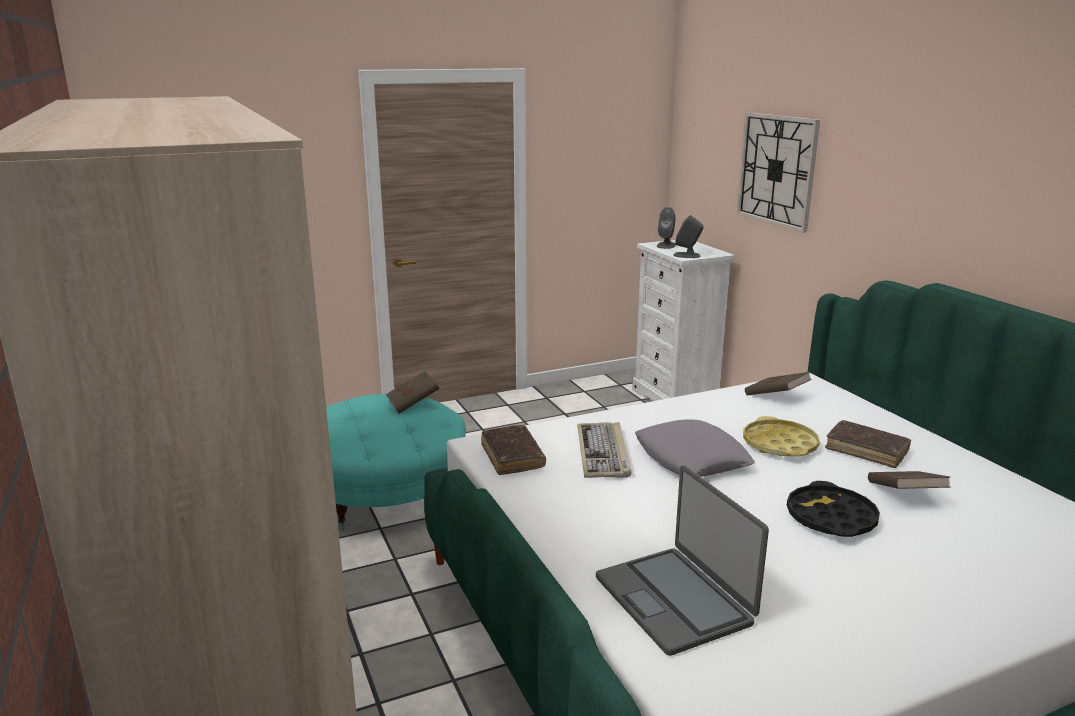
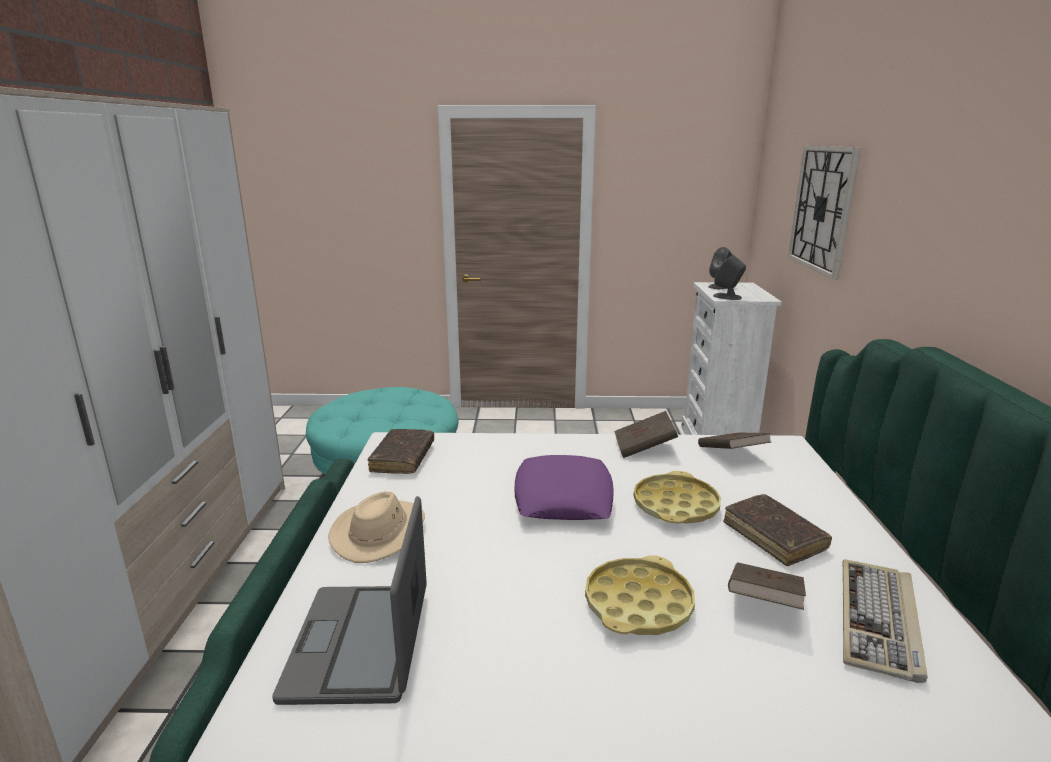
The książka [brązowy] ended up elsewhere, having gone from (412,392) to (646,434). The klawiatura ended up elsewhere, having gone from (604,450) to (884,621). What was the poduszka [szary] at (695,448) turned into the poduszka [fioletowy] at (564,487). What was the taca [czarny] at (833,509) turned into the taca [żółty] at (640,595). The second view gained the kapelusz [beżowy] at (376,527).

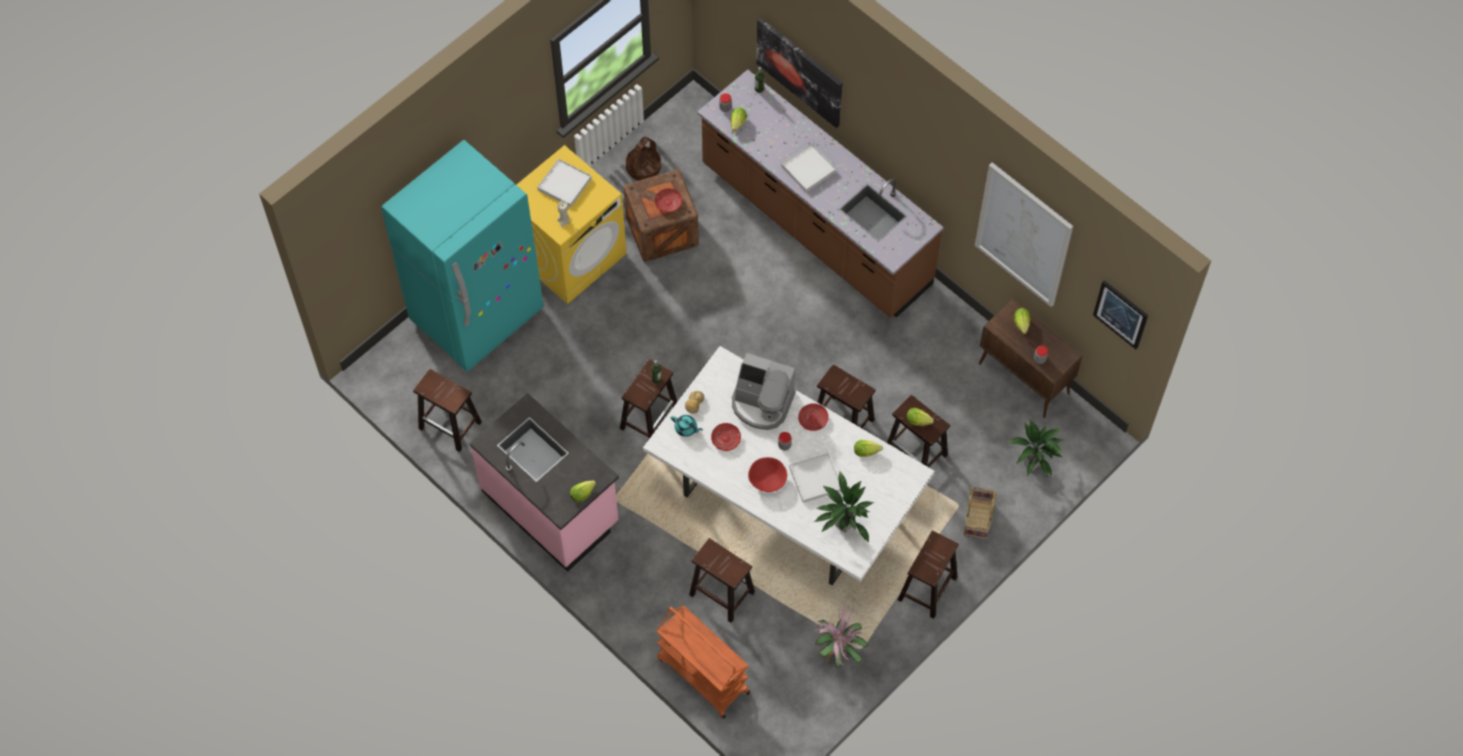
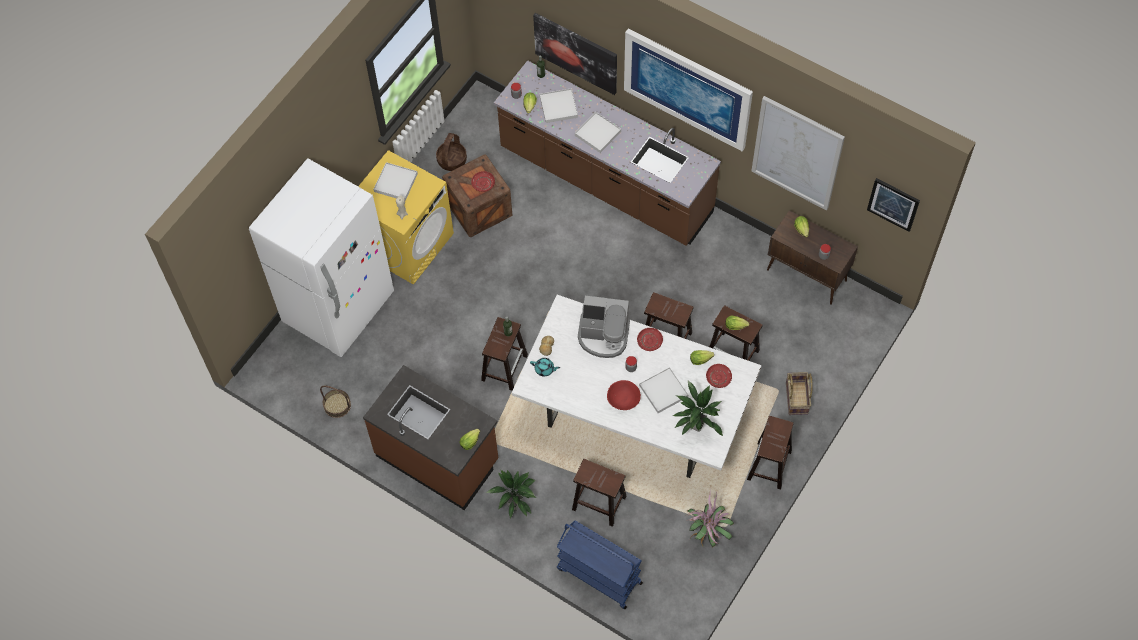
What was the lodówka [turkusowy] at (462,256) turned into the lodówka [biały] at (321,258). Where the stołek [brązowy] stood at (447,410), the koszyk came to stand at (335,402). What was the zabudowa kuchenna [różowy] at (544,482) turned into the zabudowa kuchenna [brązowy] at (430,437). What was the wózek [pomarańczowy] at (703,662) turned into the wózek [niebieski] at (600,565). The talerz [czerwony] ended up elsewhere, having gone from (726,437) to (719,376). The roślina doniczkowa ended up elsewhere, having gone from (1036,447) to (511,494). The second view gained the taca [biały] at (559,105). The second view gained the obraz at (688,90).

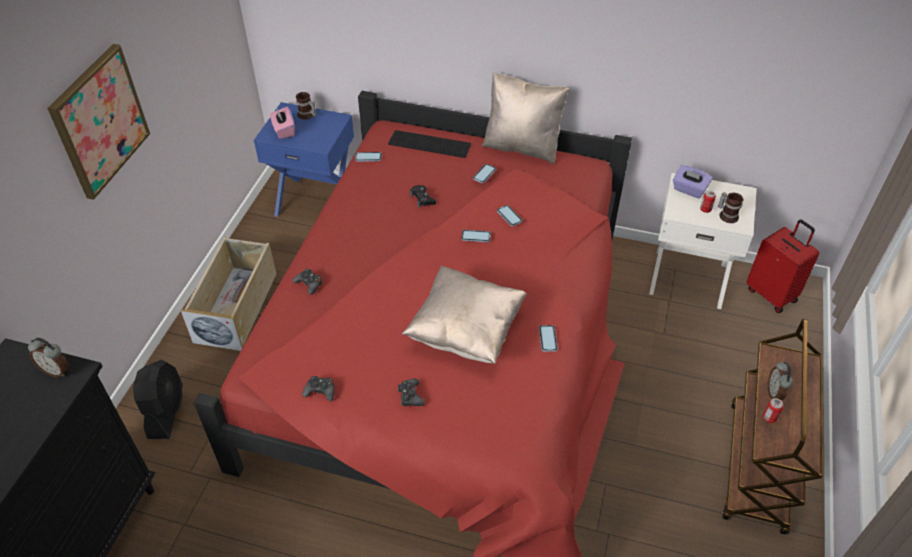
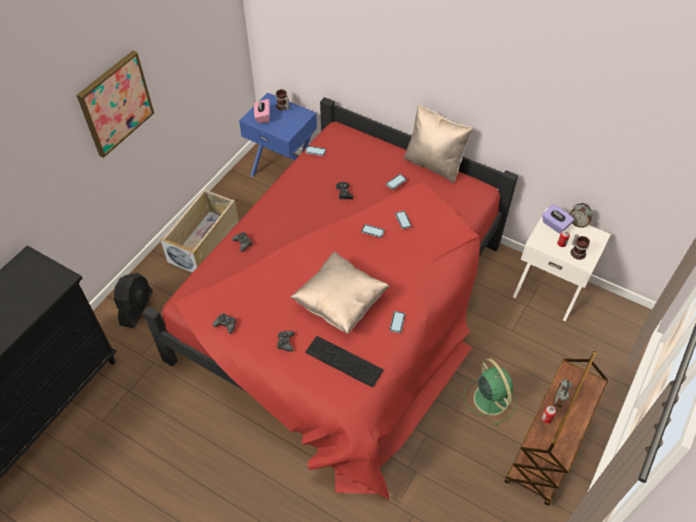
The budzik ended up elsewhere, having gone from (48,357) to (581,215). The klawiatura ended up elsewhere, having gone from (429,144) to (344,362). The second view lost the walizka [czerwony] at (783,266). The second view gained the wentylator [zielony] at (489,391).

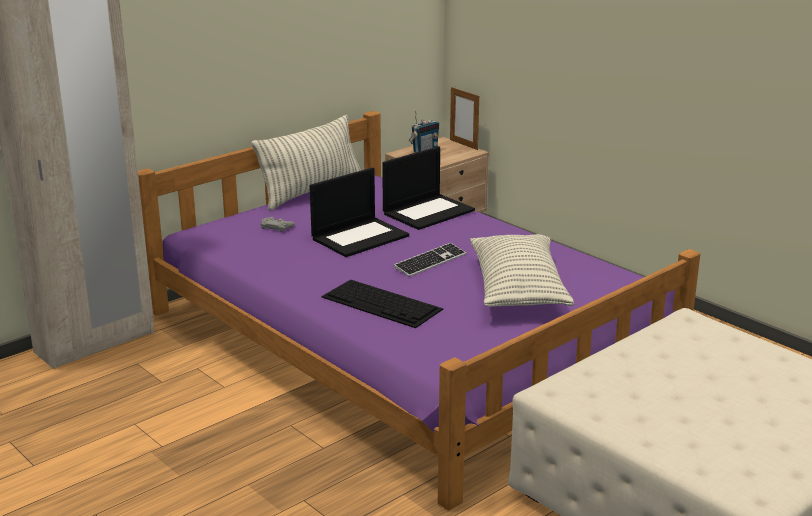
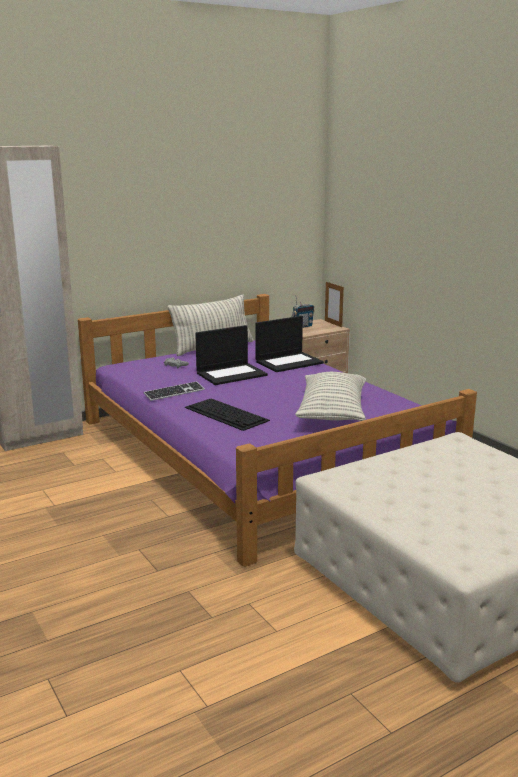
The klawiatura ended up elsewhere, having gone from (430,260) to (174,391).

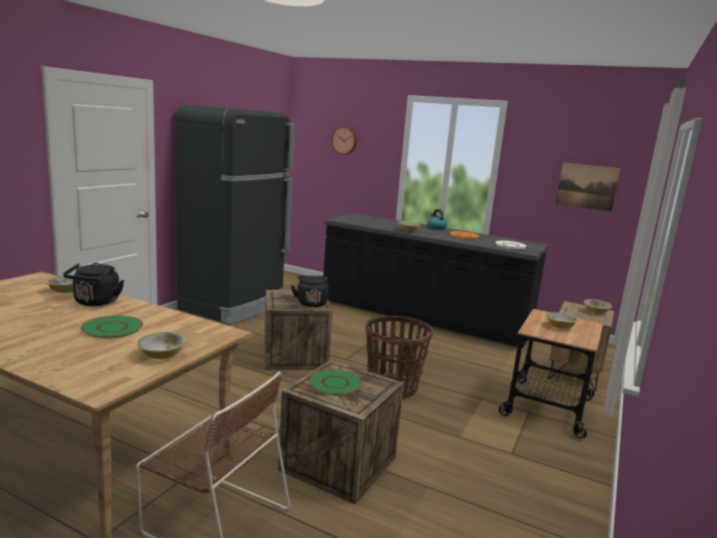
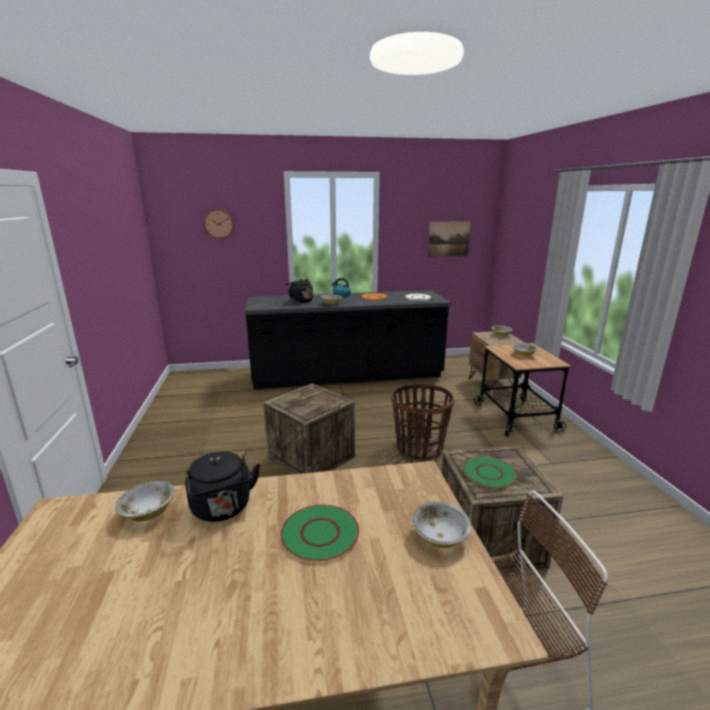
The second view lost the lodówka [czarny] at (235,214). The czajnik [czarny] ended up elsewhere, having gone from (310,291) to (299,291).

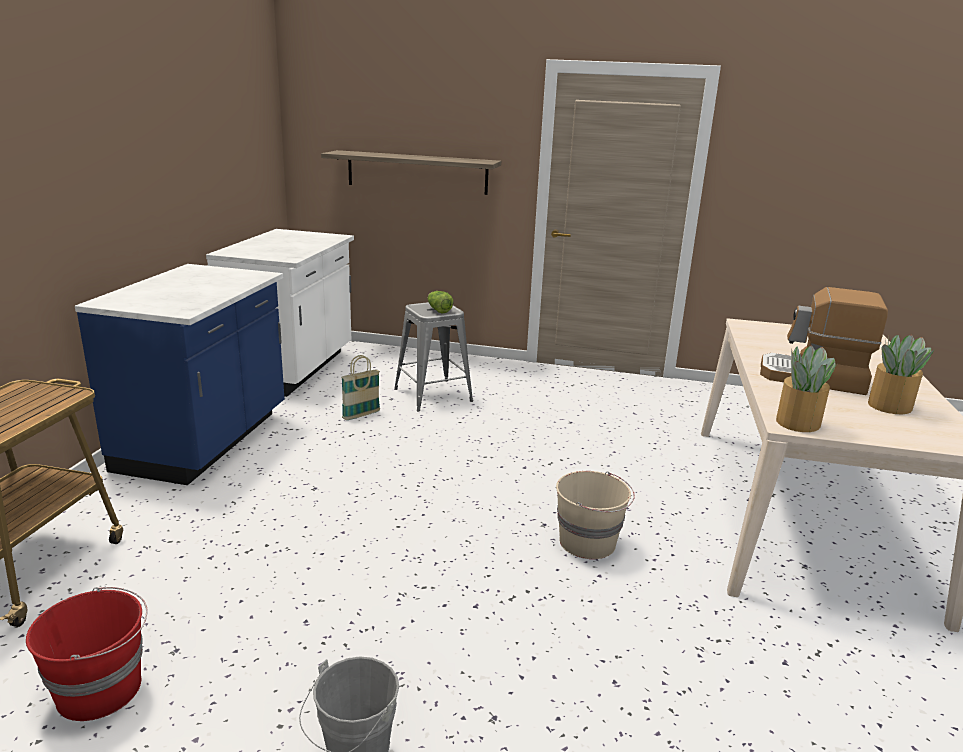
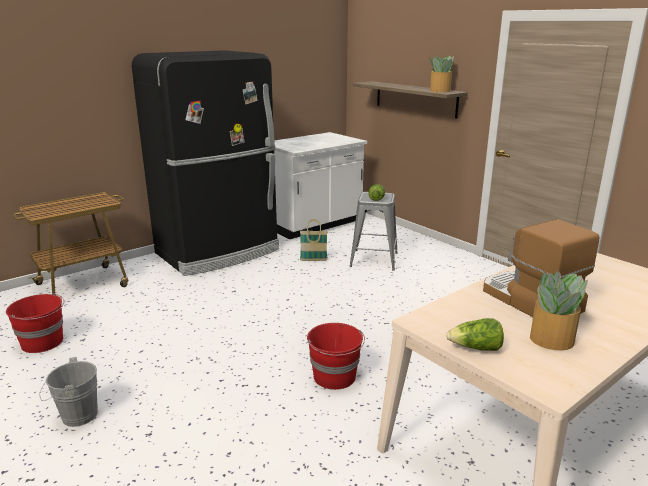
Where the zabudowa kuchenna [niebieski] stood at (180,374), the lodówka [czarny] came to stand at (205,163). What was the wiadro [beżowy] at (595,515) turned into the wiadro [czerwony] at (336,356). The roślina doniczkowa ended up elsewhere, having gone from (807,388) to (441,74). The second view gained the sałata at (475,334).

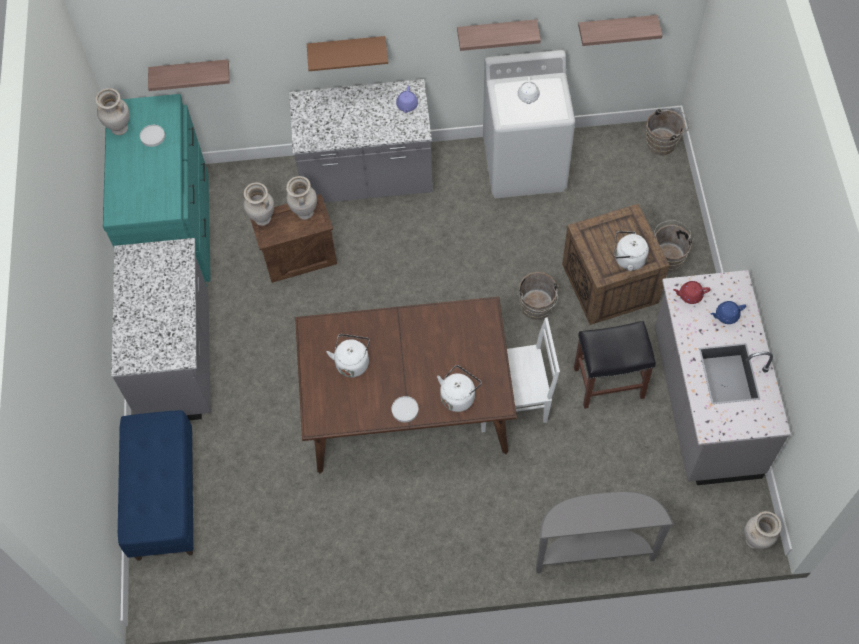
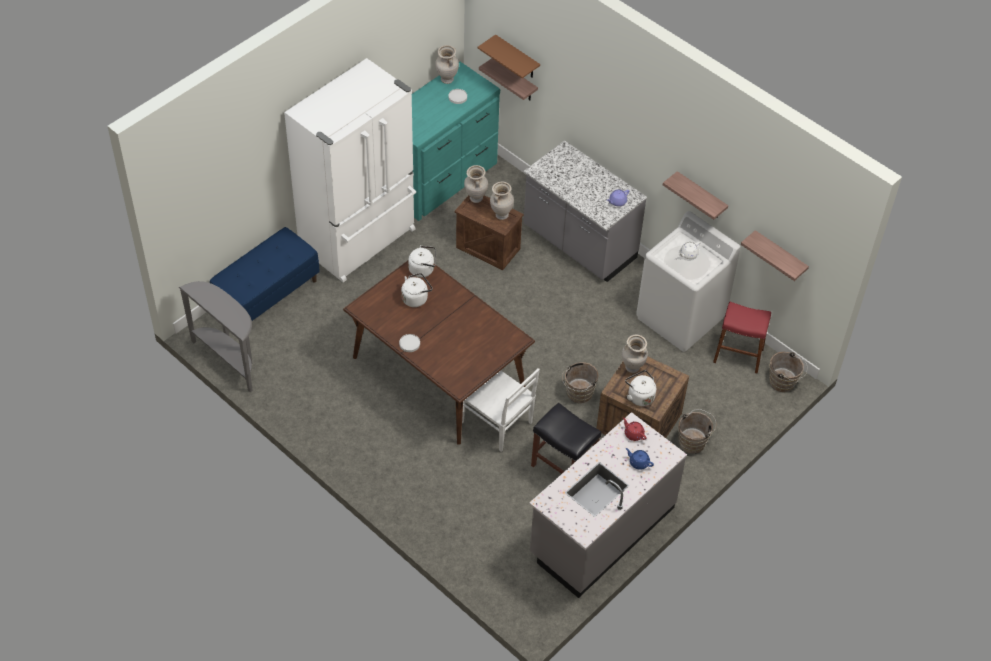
Where the zabudowa kuchenna [szary] stood at (161,329), the lodówka [biały] came to stand at (350,170). The półka [brązowy] ended up elsewhere, having gone from (347,53) to (509,56). The czajnik [biały] ended up elsewhere, having gone from (459,388) to (422,261). The stolik konsolowy [szary] ended up elsewhere, having gone from (605,532) to (216,336). The wazon [beżowy] ended up elsewhere, having gone from (763,530) to (635,354). The second view gained the stołek [czerwony] at (742,338).

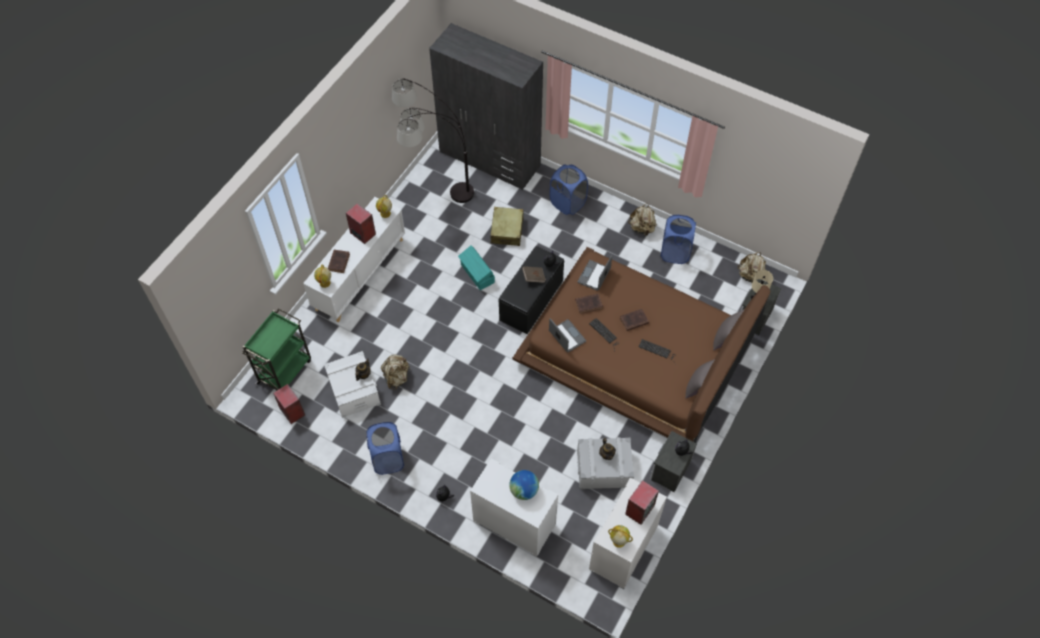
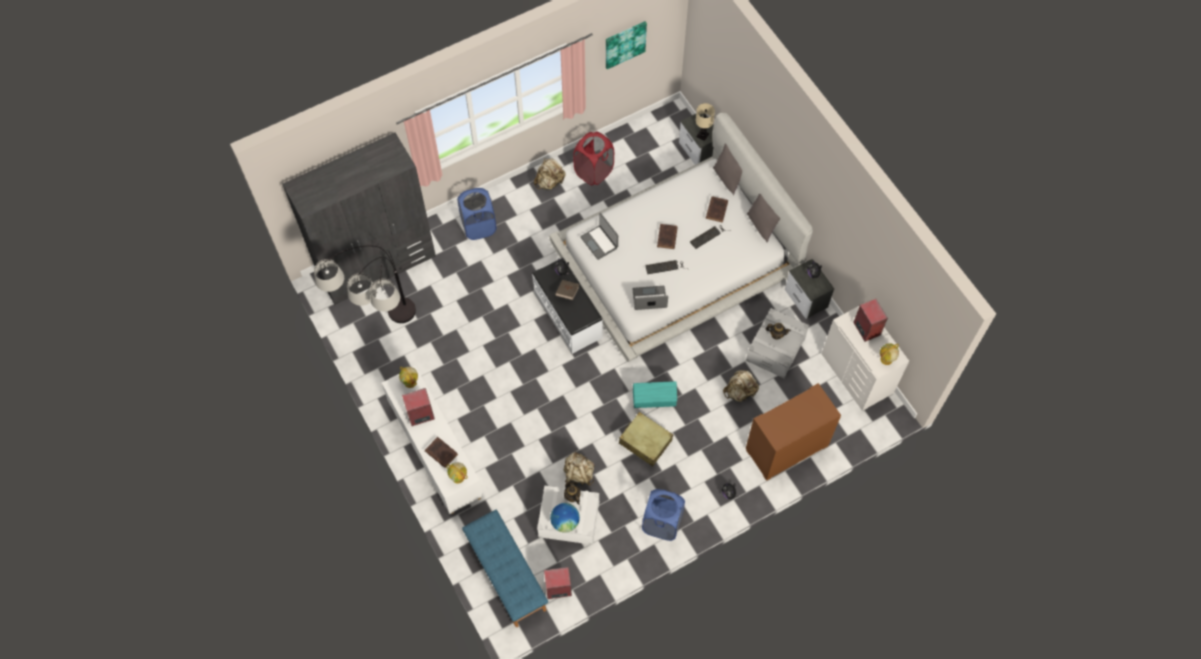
Where the wózek [zielony] stood at (276,349), the ławka [niebieski] came to stand at (505,568). The pojemnik do przechowywania [turkusowy] ended up elsewhere, having gone from (476,267) to (655,394). What was the komoda [biały] at (514,507) turned into the komoda [brązowy] at (793,432). The walizka [beżowy] ended up elsewhere, having gone from (507,226) to (646,439). What was the ławka [czarny] at (531,290) turned into the ławka [biały] at (567,306). The globus ended up elsewhere, having gone from (524,485) to (565,518). What was the łóżko [brązowy] at (641,345) turned into the łóżko [biały] at (681,237). The książka [brązowy] ended up elsewhere, having gone from (589,304) to (717,209). What was the kosz na pranie [niebieski] at (678,239) turned into the kosz na pranie [czerwony] at (593,158). The plecak [beżowy] ended up elsewhere, having gone from (752,267) to (741,386). The second view gained the obraz at (626,45).

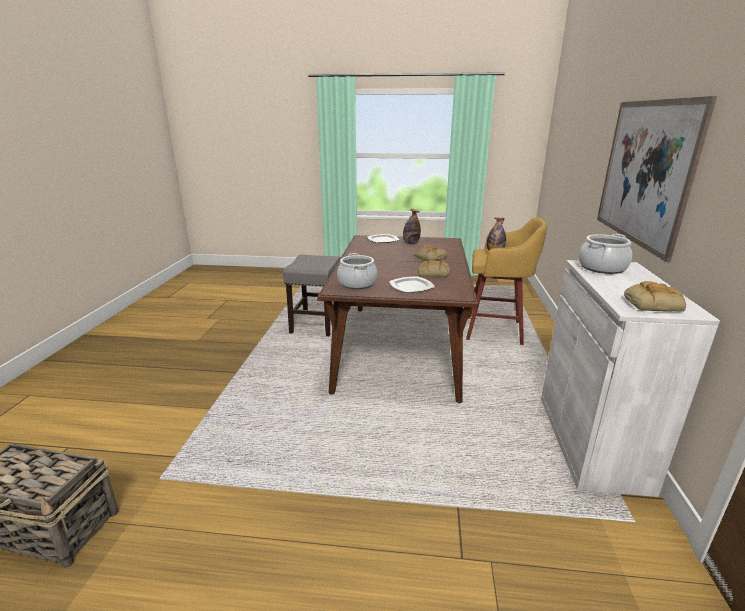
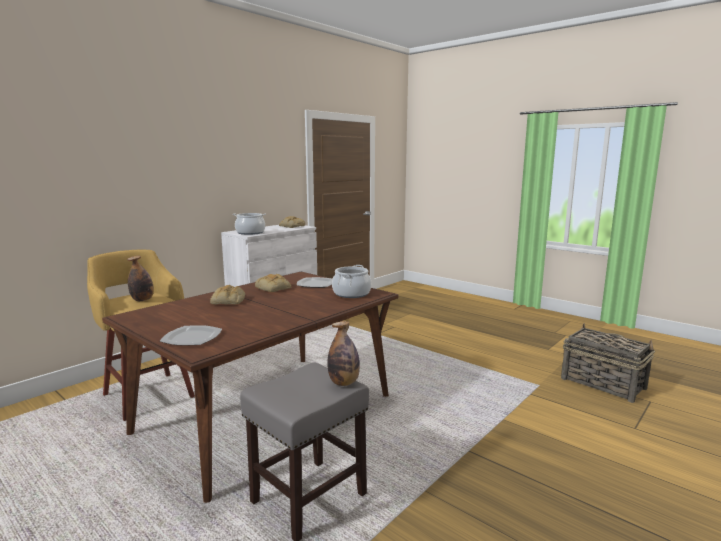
The butelka ended up elsewhere, having gone from (412,226) to (344,353). The second view lost the obraz at (657,179).

